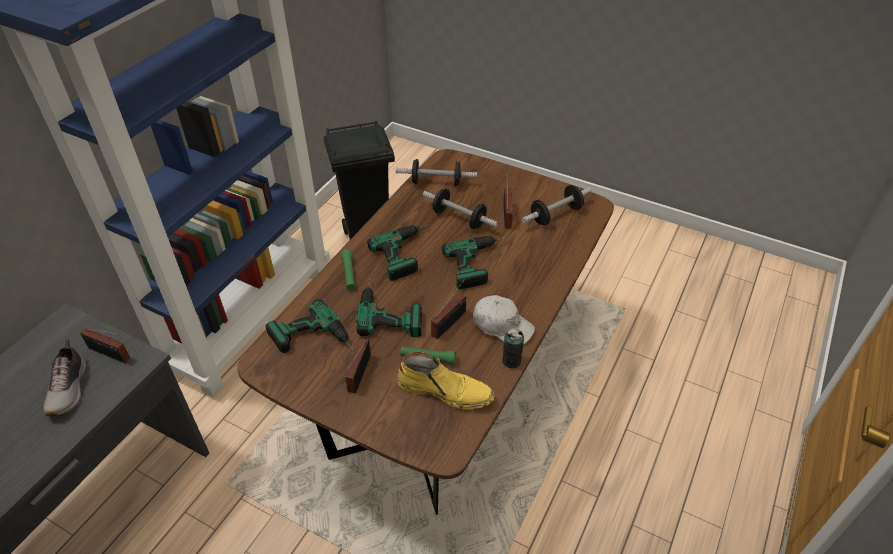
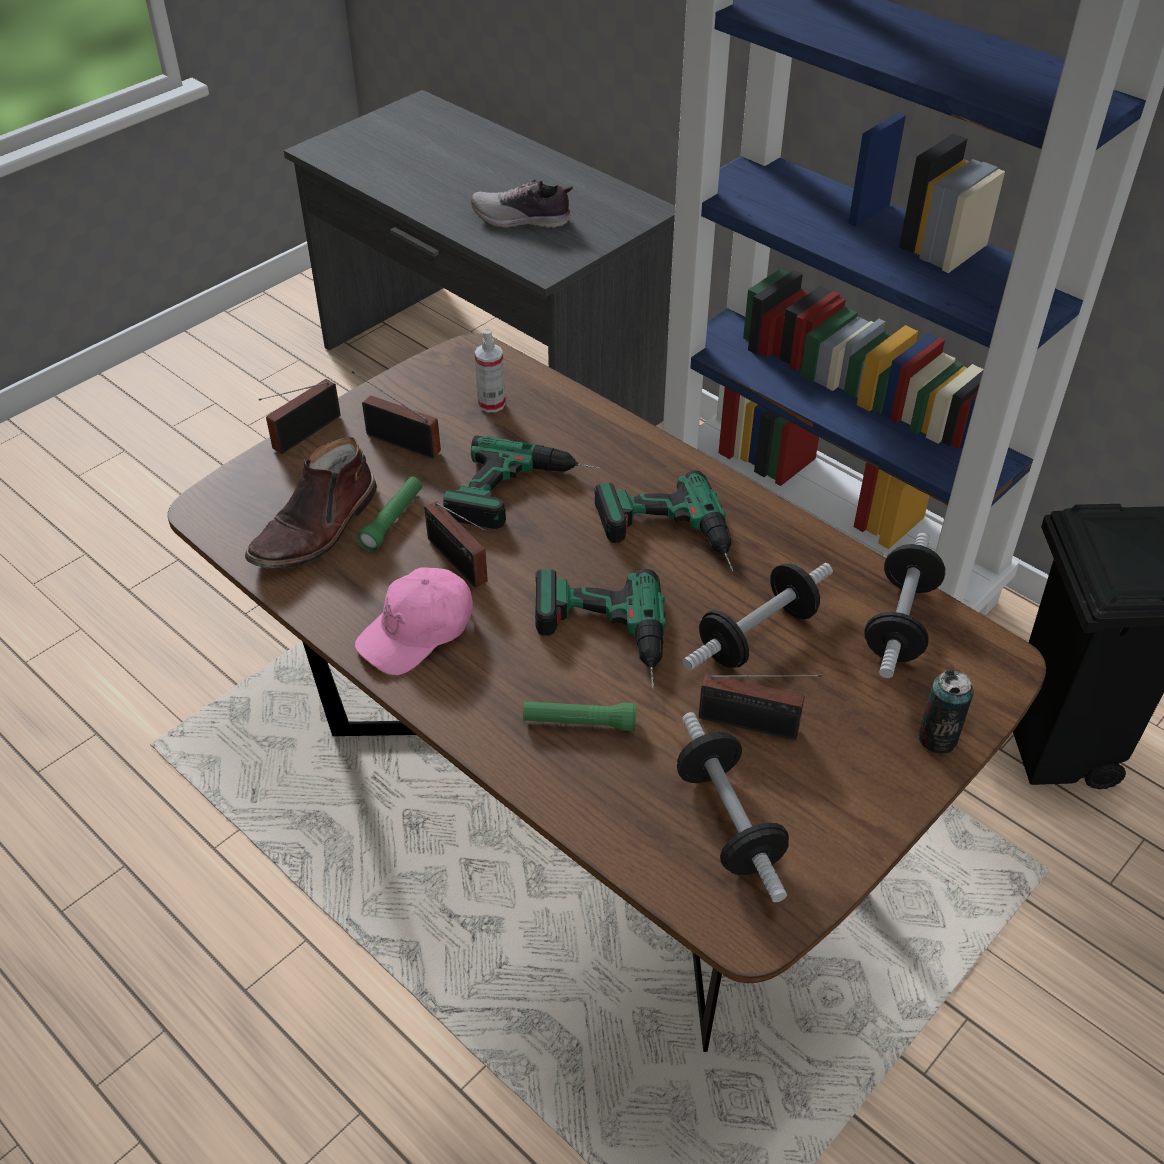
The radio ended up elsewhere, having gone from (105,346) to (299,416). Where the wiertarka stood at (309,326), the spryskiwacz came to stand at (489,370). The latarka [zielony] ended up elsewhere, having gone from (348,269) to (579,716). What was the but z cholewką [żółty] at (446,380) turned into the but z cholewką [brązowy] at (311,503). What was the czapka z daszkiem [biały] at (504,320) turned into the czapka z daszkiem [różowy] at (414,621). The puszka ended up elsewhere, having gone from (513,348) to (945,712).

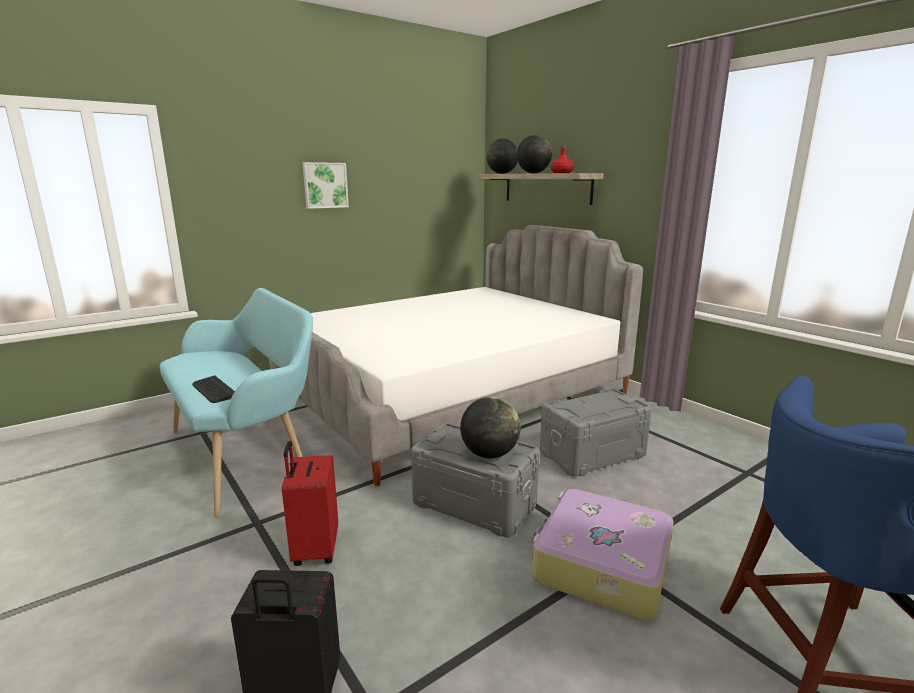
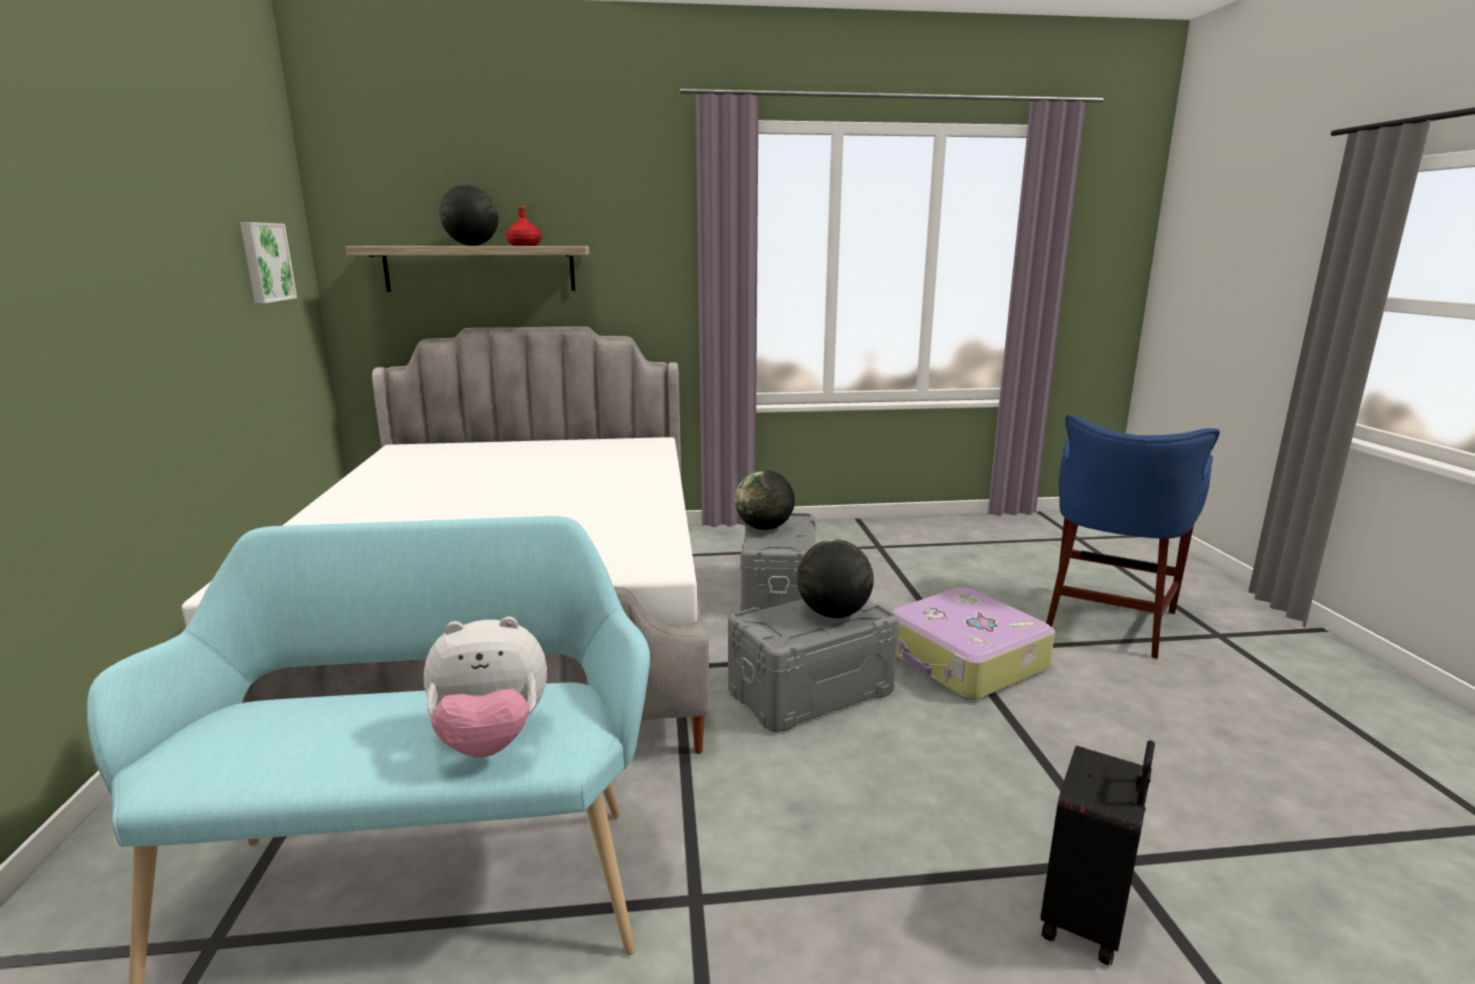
Where the klawiatura stood at (213,389), the pluszak came to stand at (485,687). The second view lost the walizka [czerwony] at (310,503). The obraz ended up elsewhere, having gone from (325,185) to (268,262). The globus ended up elsewhere, having gone from (502,156) to (765,500).

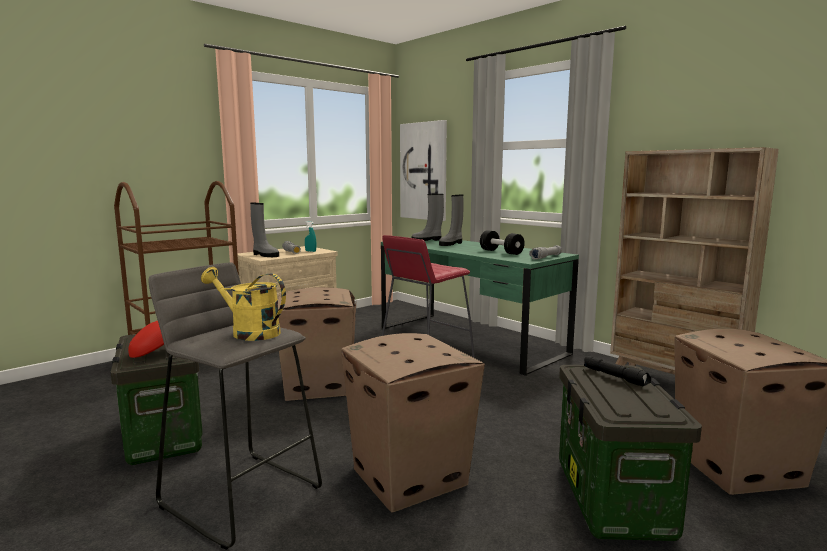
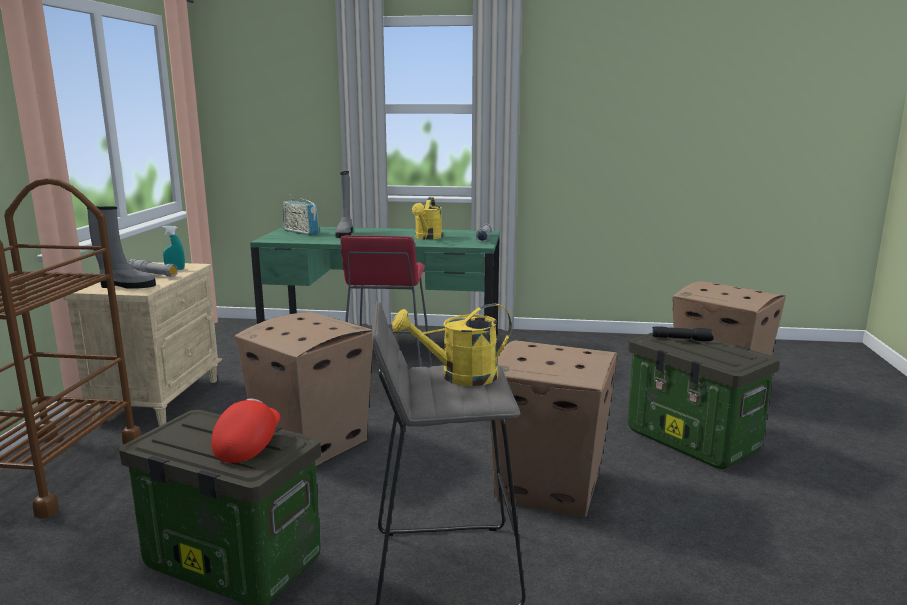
The second view lost the obraz at (423,170). Where the but z cholewką [szary] stood at (427,217), the radio came to stand at (301,214). Where the hantel [czarny] stood at (502,242), the konewka [żółty] came to stand at (427,218). The second view lost the regał [beżowy] at (694,261).

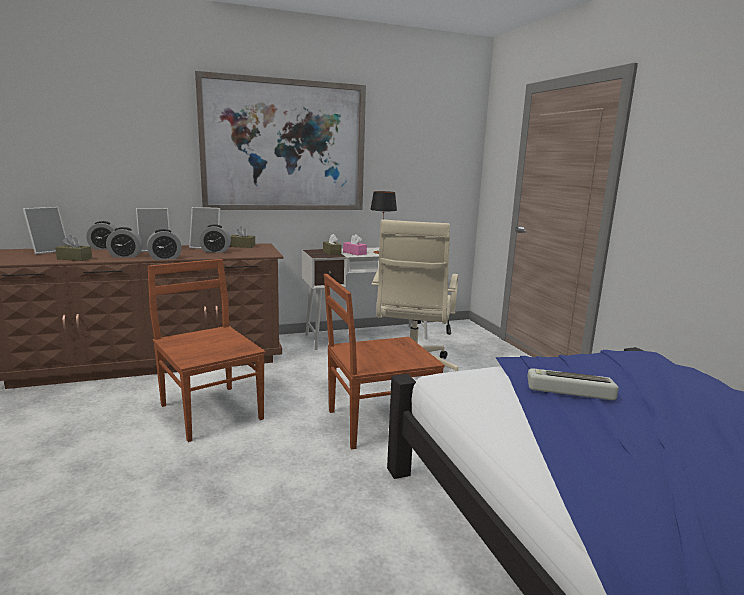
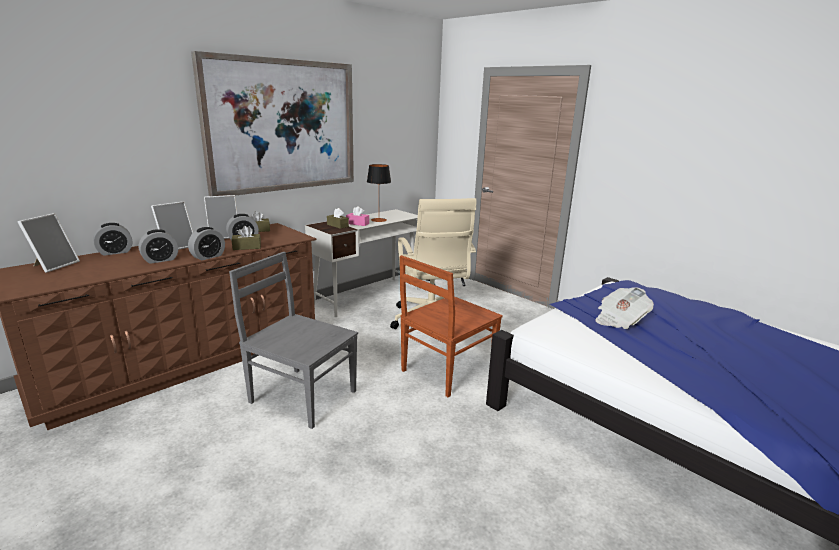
The pudełko chusteczek [brązowy] ended up elsewhere, having gone from (73,248) to (246,238). What was the krzesło [brązowy] at (206,350) turned into the krzesło [szary] at (293,340). Where the klawiatura stood at (573,384), the gazeta came to stand at (624,308).

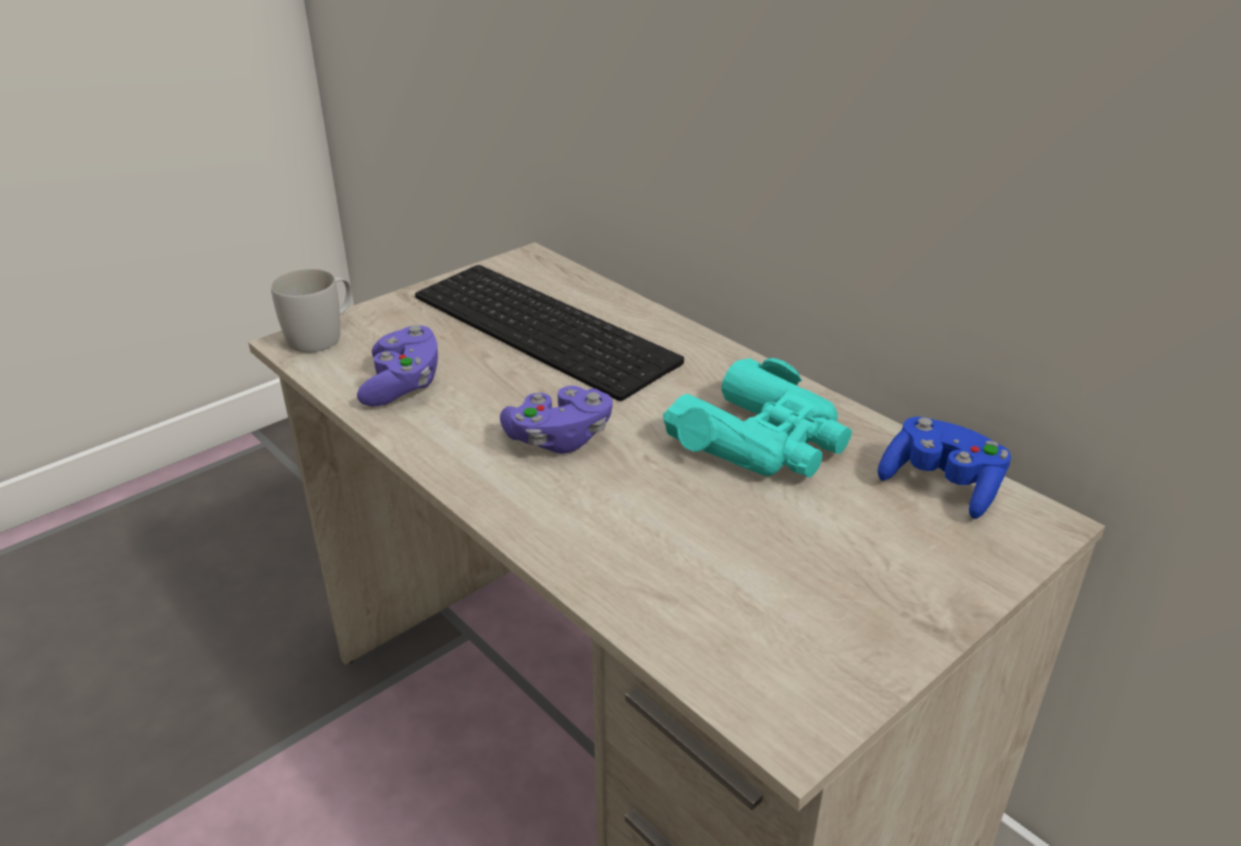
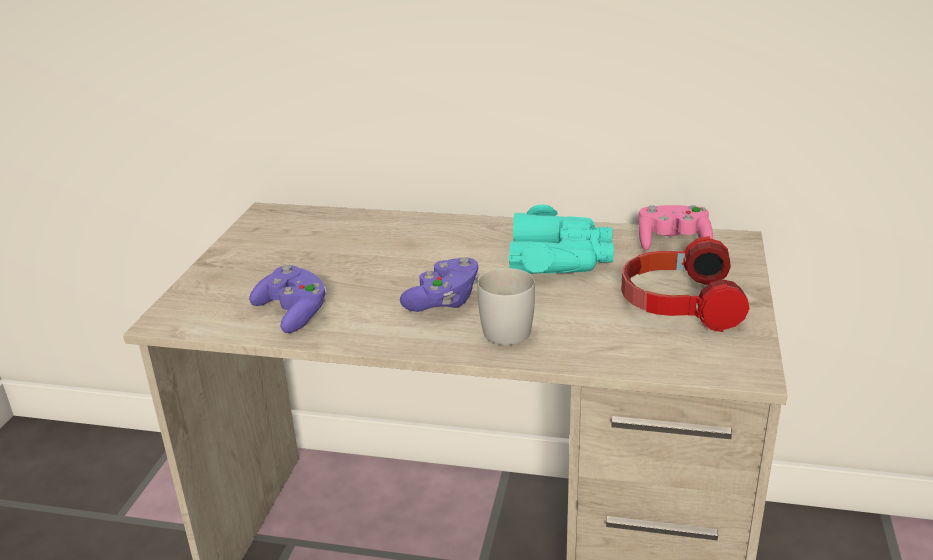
The kubek [biały] ended up elsewhere, having gone from (311,311) to (506,306). The second view lost the klawiatura at (549,333). What was the pad do gier [niebieski] at (944,468) turned into the pad do gier [różowy] at (676,228). The second view gained the słuchawki at (685,284).

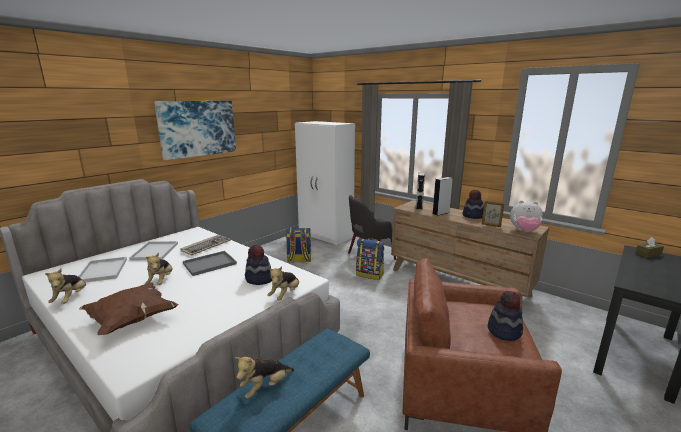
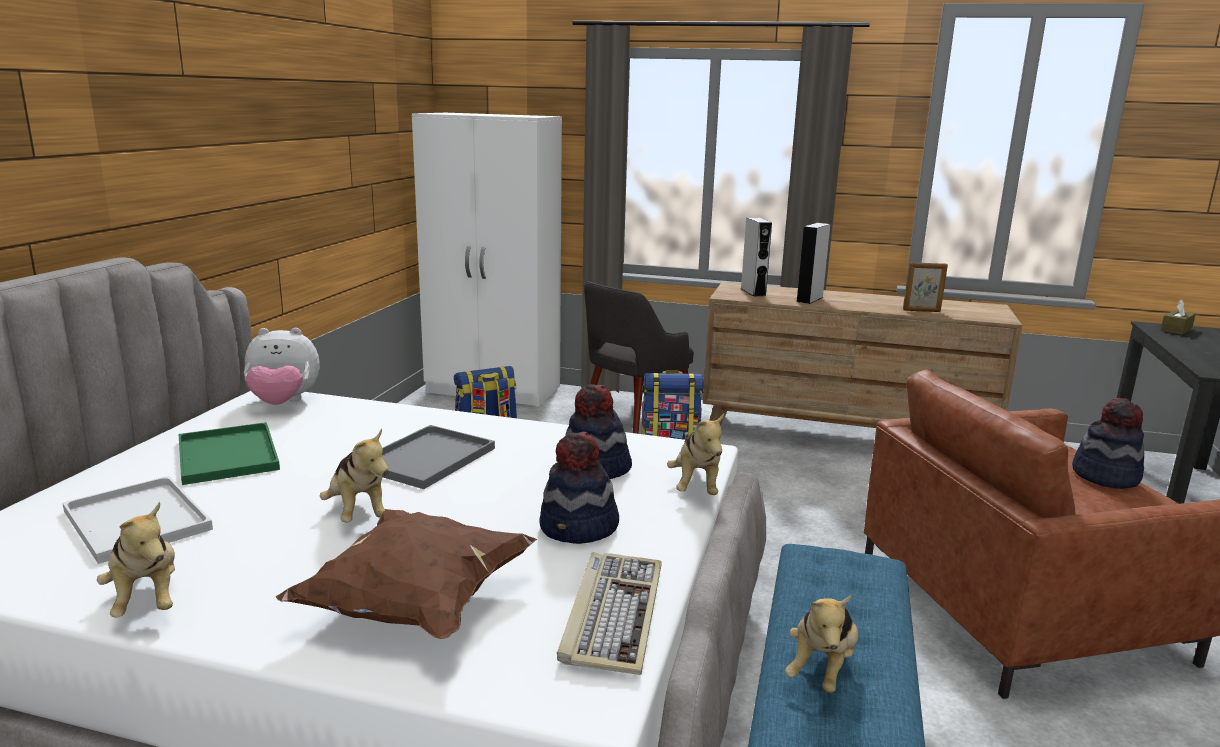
What was the taca [biały] at (153,251) turned into the taca [zielony] at (229,453). The second view lost the obraz at (195,130). The klawiatura ended up elsewhere, having gone from (205,245) to (609,613). The kapelusz ended up elsewhere, having gone from (473,204) to (579,488). The pluszak ended up elsewhere, having gone from (526,216) to (282,366).

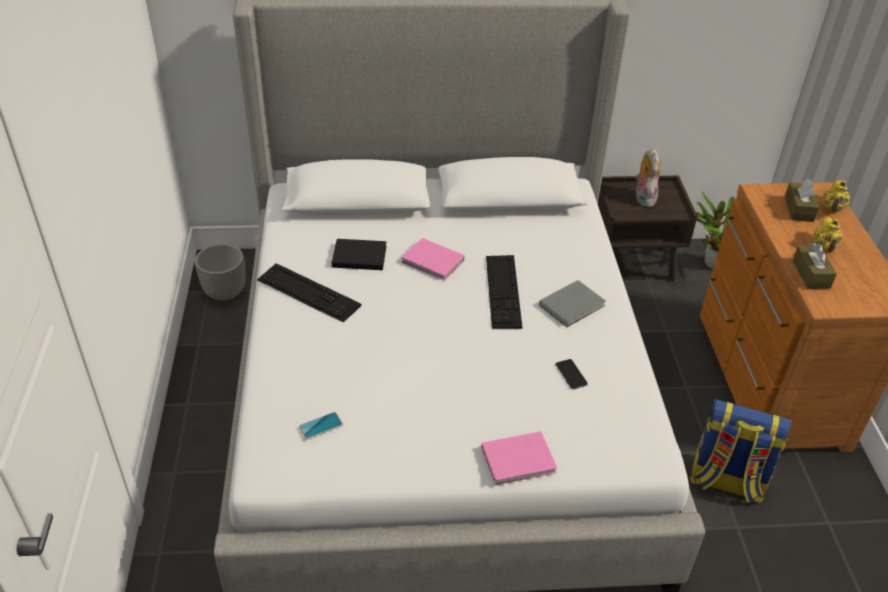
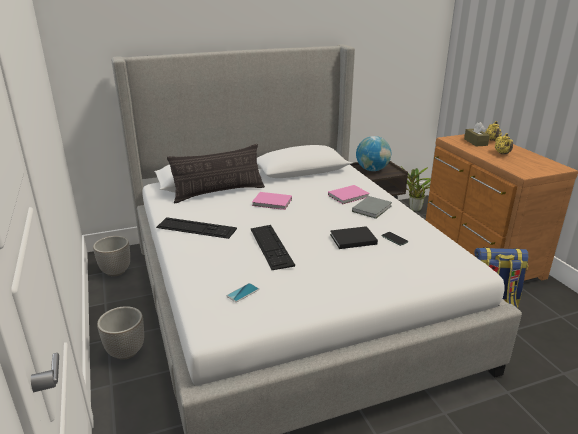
The książka [czarny] ended up elsewhere, having gone from (359,254) to (354,237). The książka [różowy] ended up elsewhere, having gone from (519,458) to (349,194). The klawiatura ended up elsewhere, having gone from (504,292) to (273,247). Where the pluszak stood at (648,177), the globus came to stand at (373,153). The second view lost the pudełko chusteczek [brązowy] at (815,266). The second view gained the donica at (120,333). The second view gained the poduszka at (216,173).

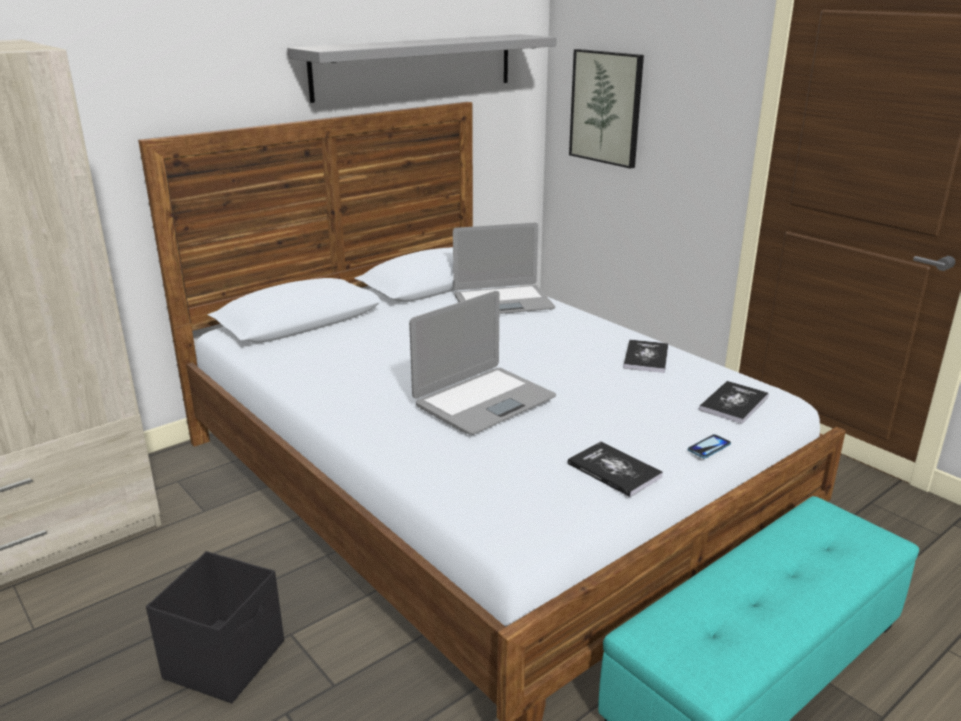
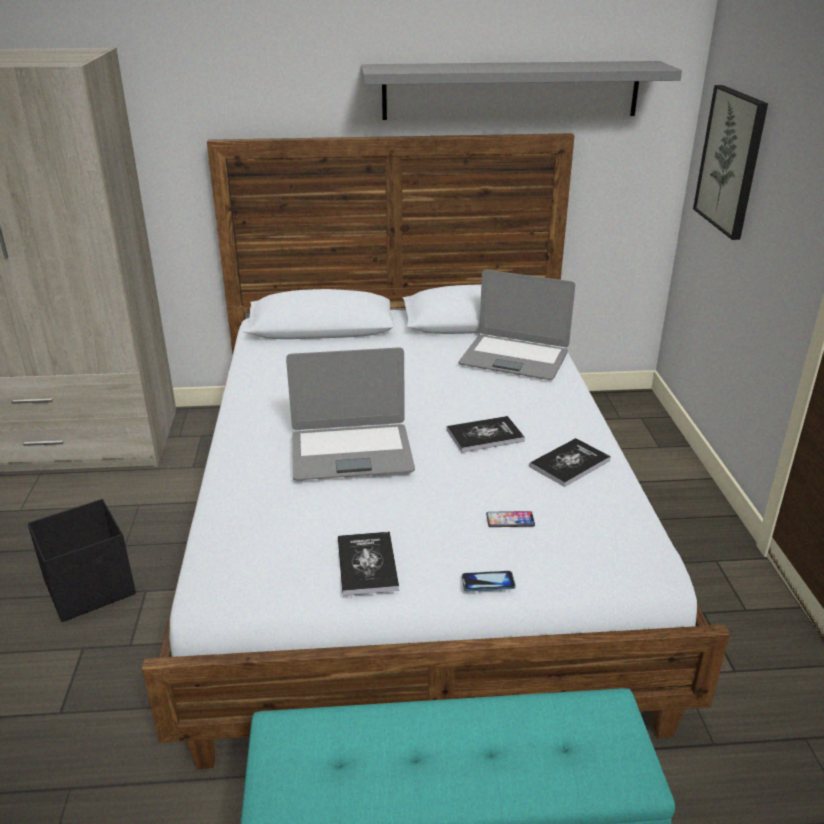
The książka ended up elsewhere, having gone from (734,402) to (486,434). The second view gained the telefon at (510,519).

